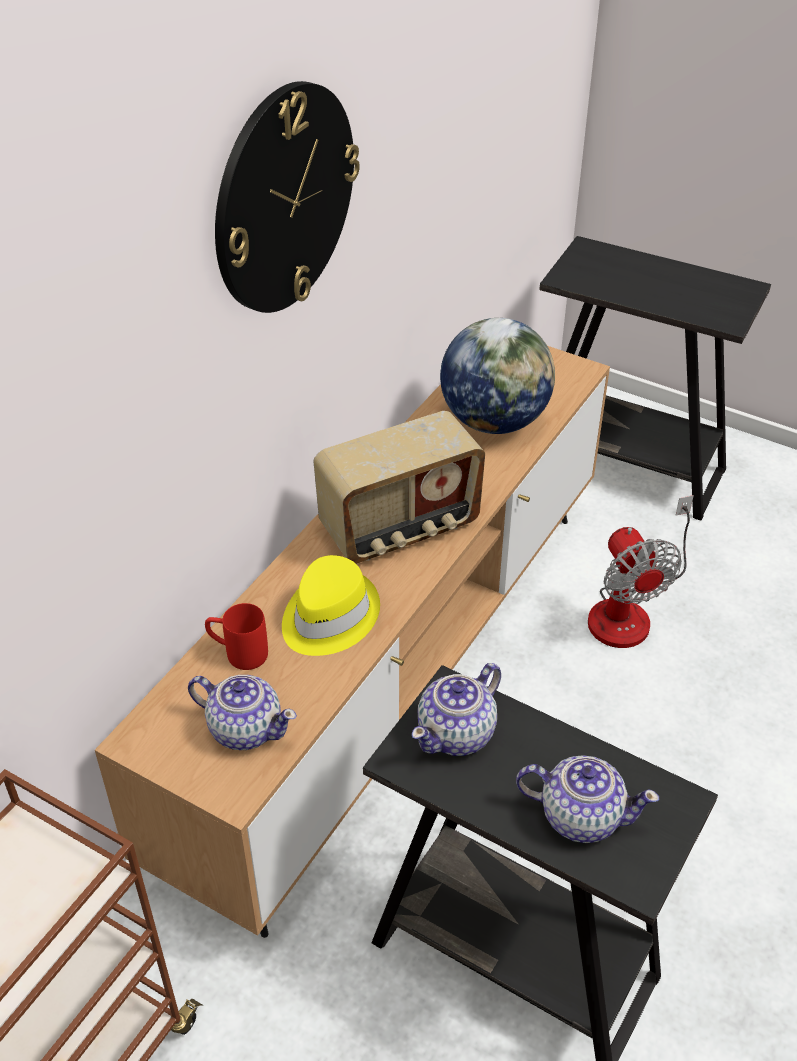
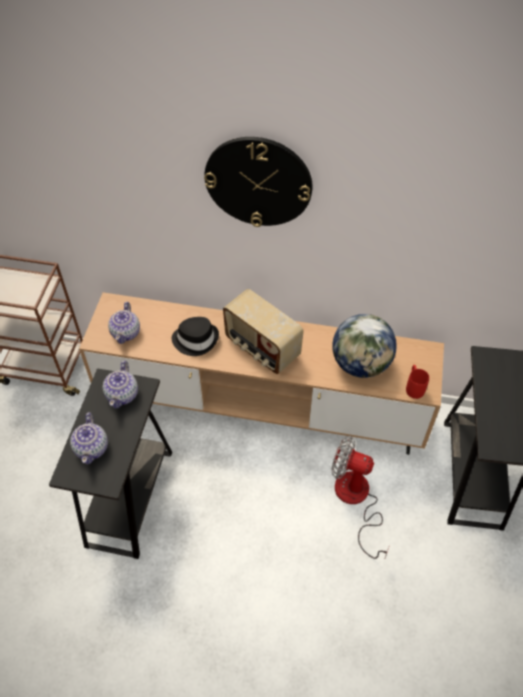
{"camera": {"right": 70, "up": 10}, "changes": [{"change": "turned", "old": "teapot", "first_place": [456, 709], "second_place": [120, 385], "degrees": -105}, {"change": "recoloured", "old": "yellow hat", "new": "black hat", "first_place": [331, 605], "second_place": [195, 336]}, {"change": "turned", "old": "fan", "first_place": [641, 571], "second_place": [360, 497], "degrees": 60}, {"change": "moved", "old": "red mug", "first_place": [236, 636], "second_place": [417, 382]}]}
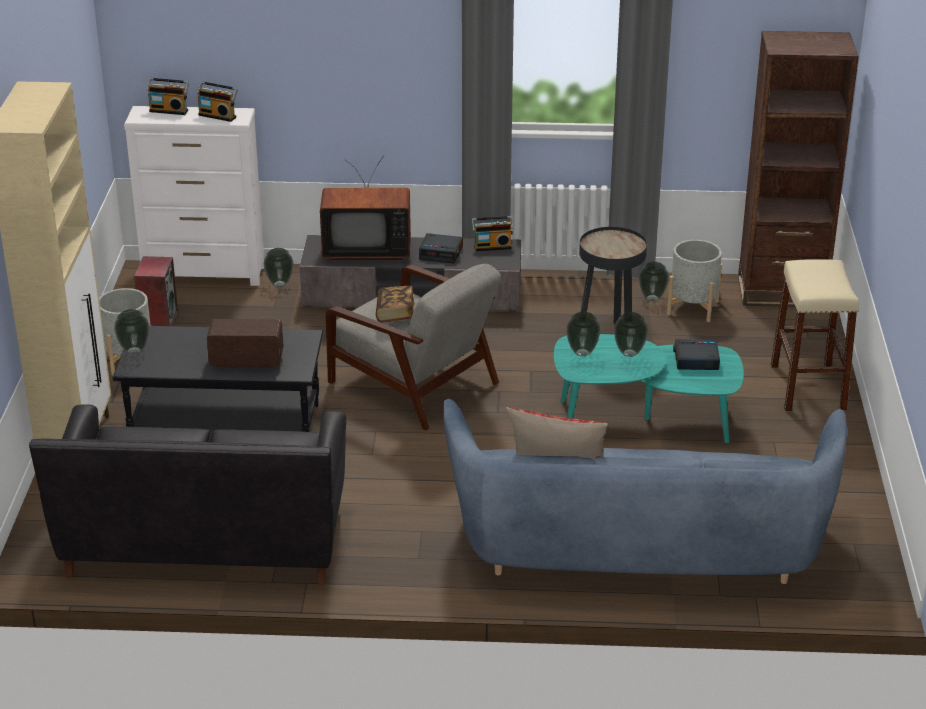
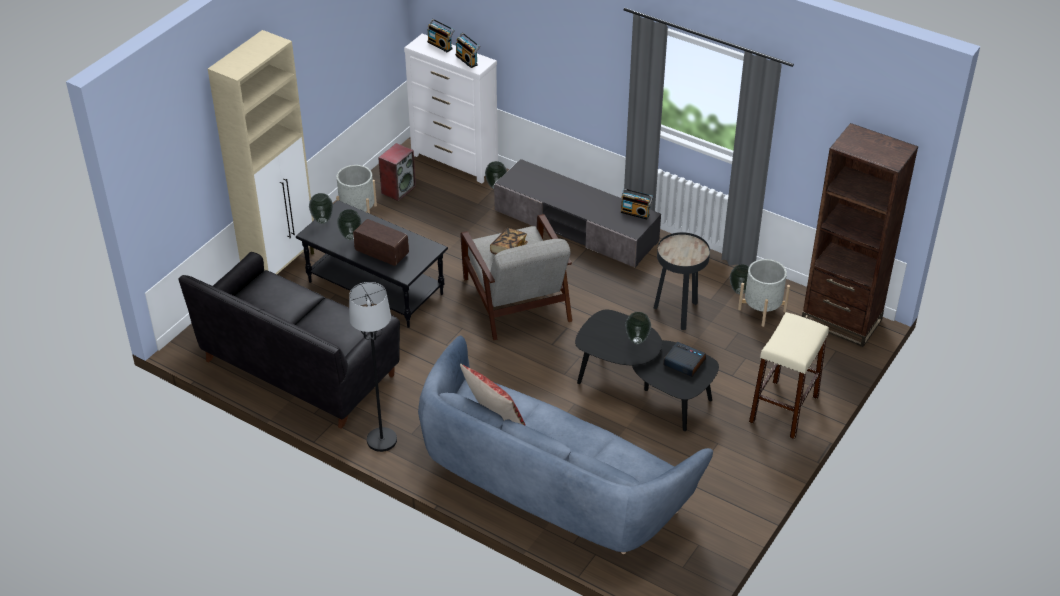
{"camera": {"right": 30, "up": 10}, "changes": [{"change": "moved", "old": "vase", "first_place": [583, 334], "second_place": [349, 224]}, {"change": "added", "new": "black floor lamp", "second_place": [373, 367]}, {"change": "recoloured", "old": "turquoise coffee table", "new": "black coffee table", "first_place": [649, 389], "second_place": [647, 370]}, {"change": "removed", "old": "television", "first_place": [365, 207]}, {"change": "removed", "old": "alarm clock", "first_place": [441, 248]}]}
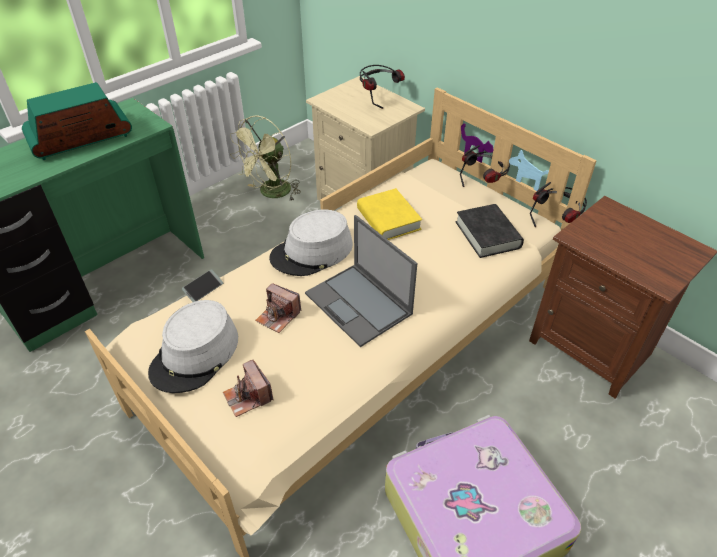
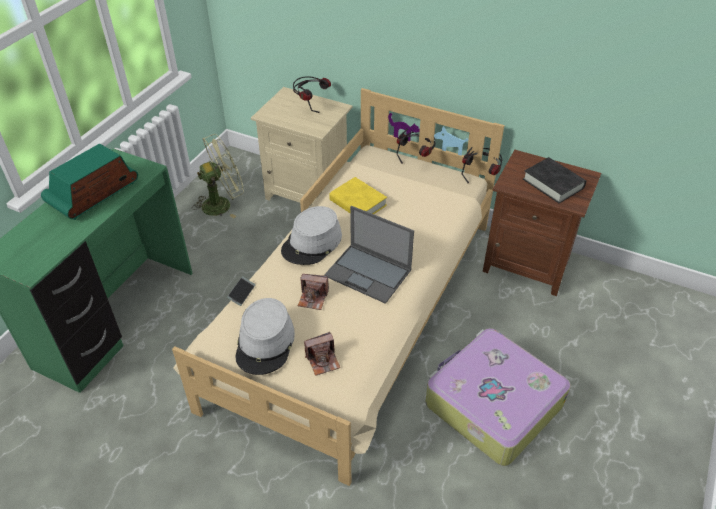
{"camera": {"right": -20, "up": 0}, "changes": [{"change": "turned", "old": "green fan", "first_place": [265, 158], "second_place": [218, 176], "degrees": -135}, {"change": "turned", "old": "photo camera", "first_place": [248, 388], "second_place": [322, 354], "degrees": -60}, {"change": "moved", "old": "black book", "first_place": [490, 231], "second_place": [554, 180]}]}
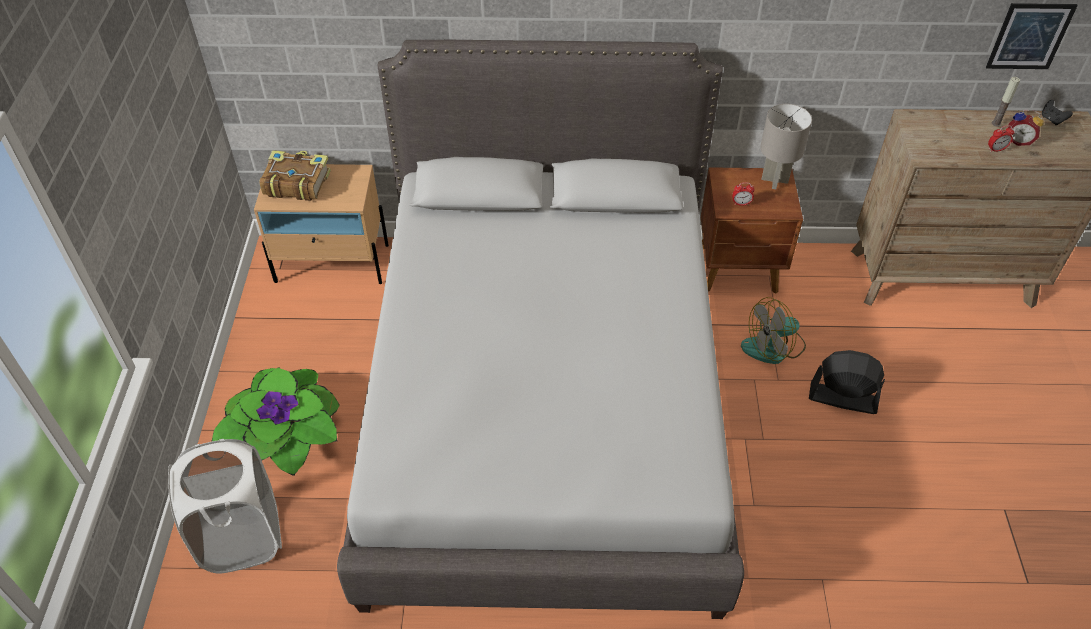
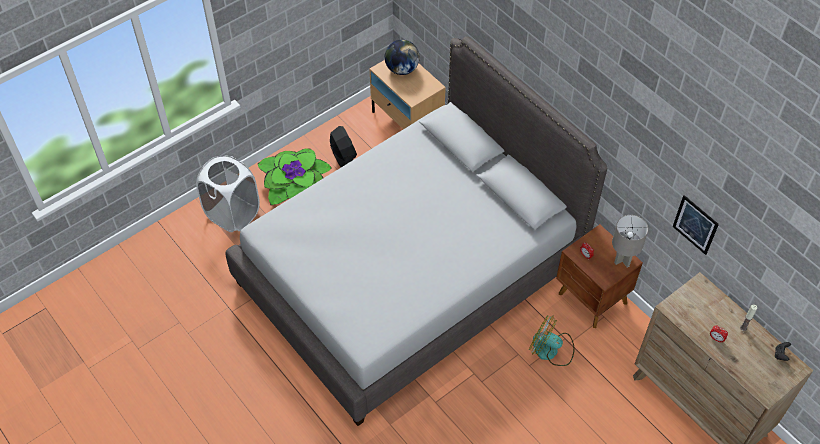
{"camera": {"right": 50, "up": 5}, "changes": [{"change": "moved", "old": "black fan", "first_place": [847, 382], "second_place": [343, 146]}, {"change": "replaced", "old": "book", "new": "globe", "first_place": [295, 175], "second_place": [402, 57]}, {"change": "moved", "old": "picture", "first_place": [1032, 36], "second_place": [695, 225]}, {"change": "removed", "old": "alarm clock", "first_place": [1026, 128]}]}
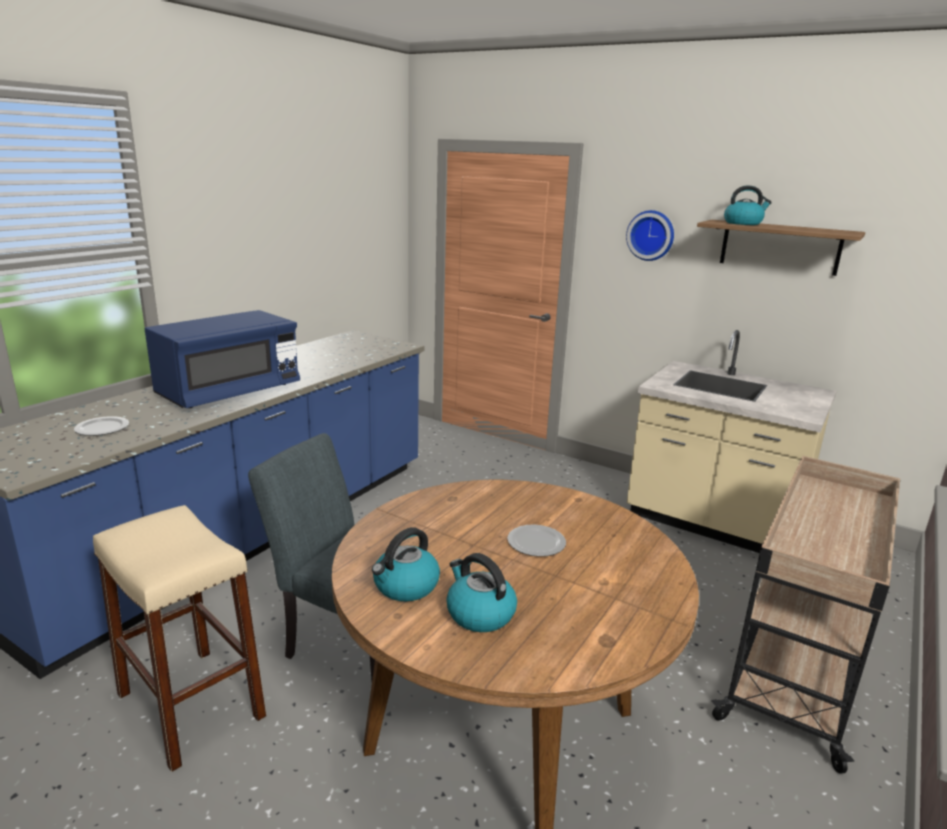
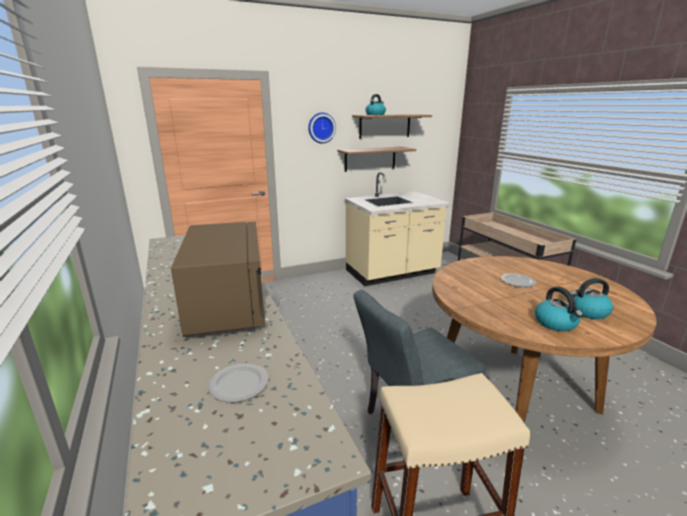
{"camera": {"right": -55, "up": 0}, "changes": [{"change": "recoloured", "old": "blue microwave", "new": "brown microwave", "first_place": [222, 359], "second_place": [218, 279]}, {"change": "added", "new": "shelf", "second_place": [376, 159]}]}
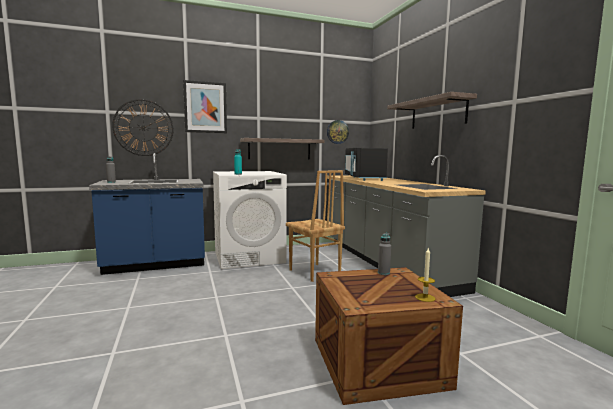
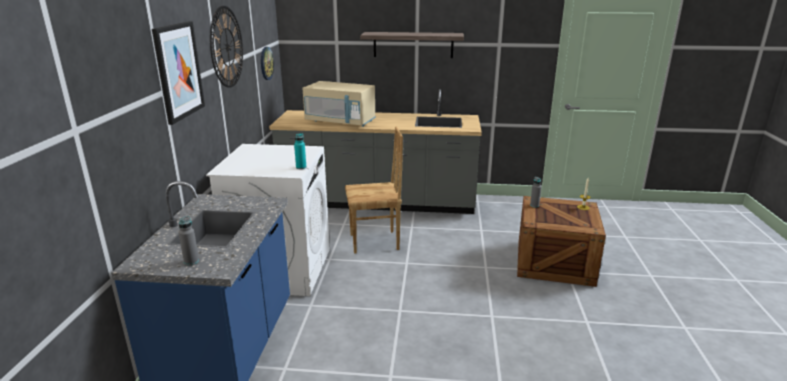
{"camera": {"right": -65, "up": 15}, "changes": [{"change": "moved", "old": "wall clock", "first_place": [142, 127], "second_place": [226, 47]}, {"change": "recoloured", "old": "black microwave", "new": "beige microwave", "first_place": [366, 164], "second_place": [339, 104]}, {"change": "removed", "old": "shelf", "first_place": [282, 148]}]}
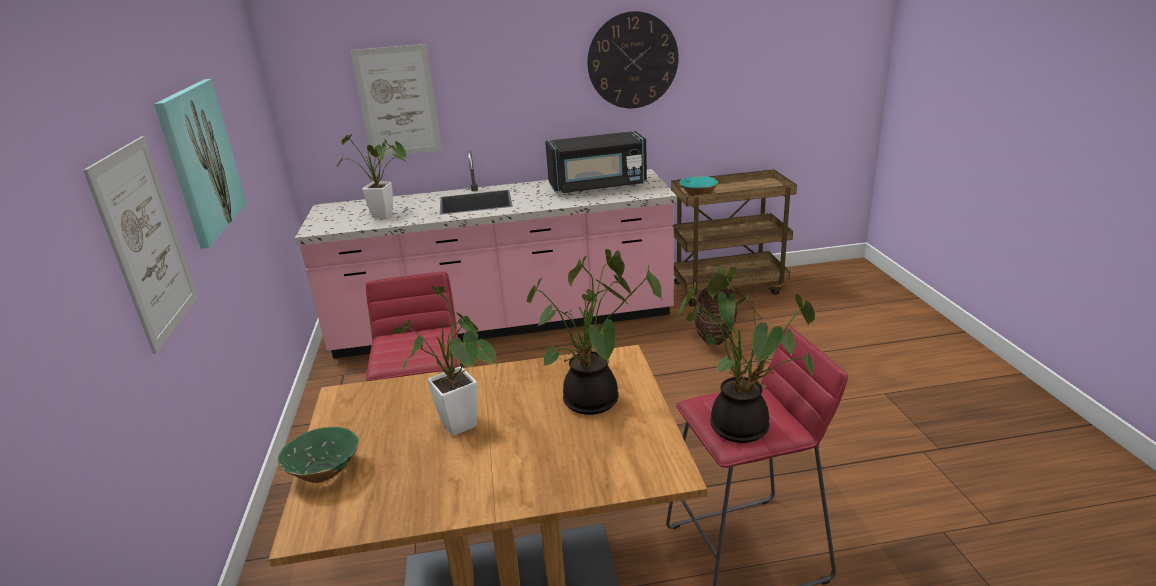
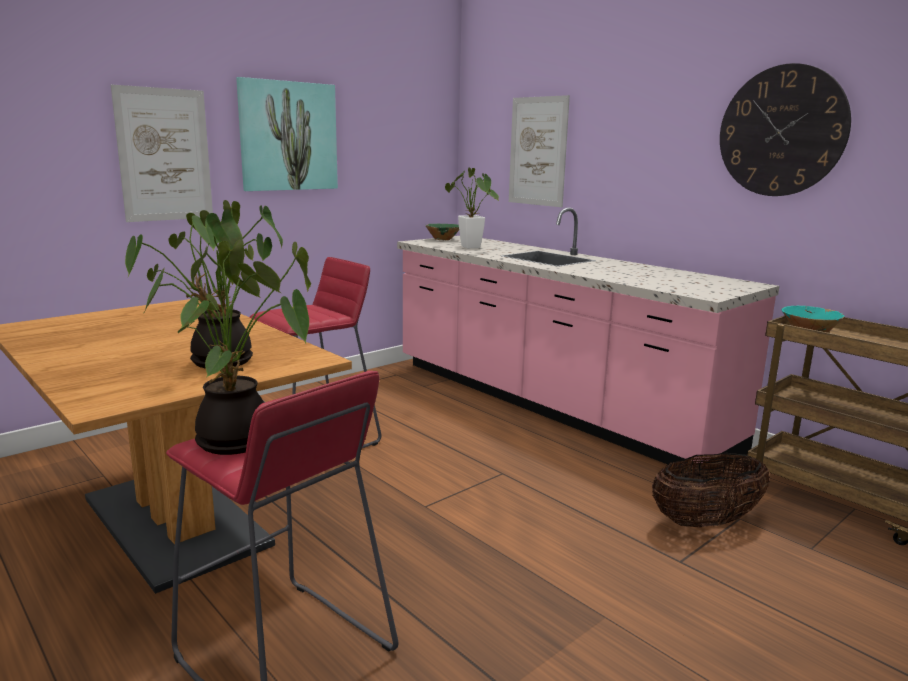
{"camera": {"right": 55, "up": -10}, "changes": [{"change": "moved", "old": "green bowl", "first_place": [318, 455], "second_place": [442, 232]}, {"change": "removed", "old": "potted plant", "first_place": [445, 361]}, {"change": "removed", "old": "black microwave", "first_place": [596, 162]}]}
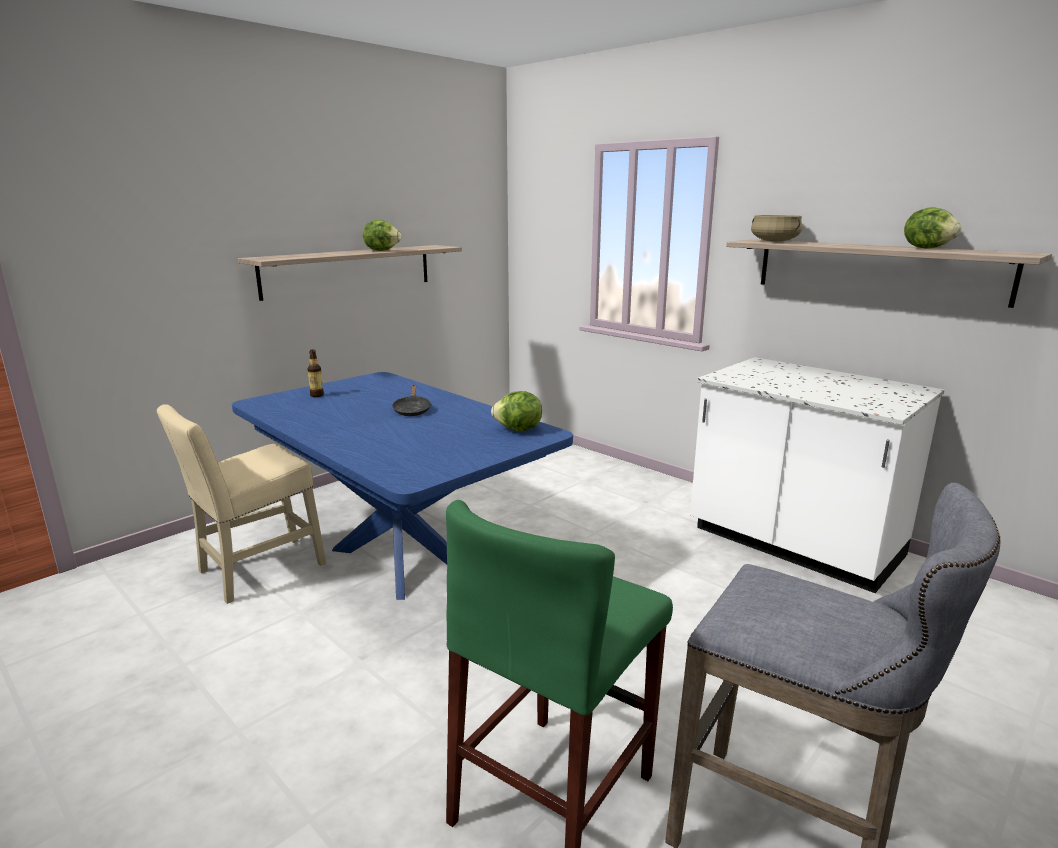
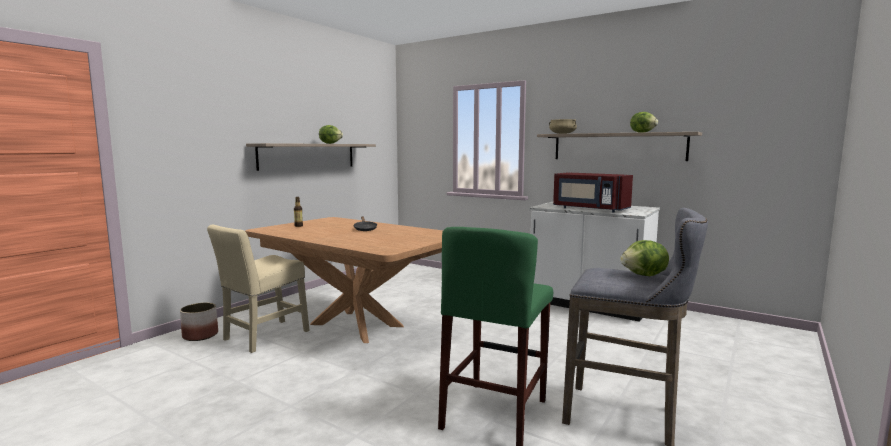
{"camera": {"right": -10, "up": -10}, "changes": [{"change": "added", "new": "planter", "second_place": [199, 322]}, {"change": "recoloured", "old": "blue dining table", "new": "brown dining table", "first_place": [402, 486], "second_place": [344, 280]}, {"change": "added", "new": "red microwave", "second_place": [593, 193]}, {"change": "moved", "old": "lettuce", "first_place": [516, 411], "second_place": [644, 258]}]}
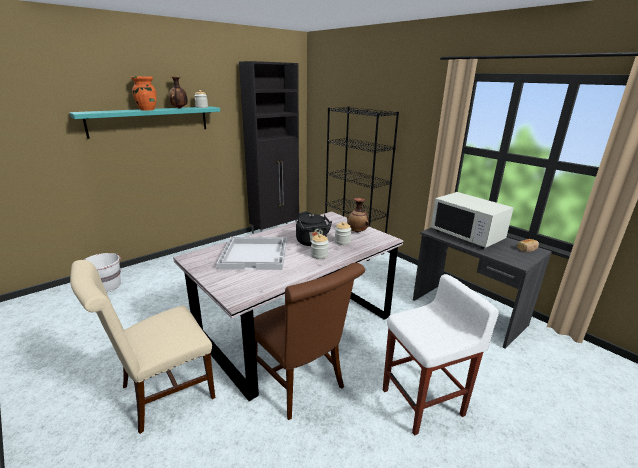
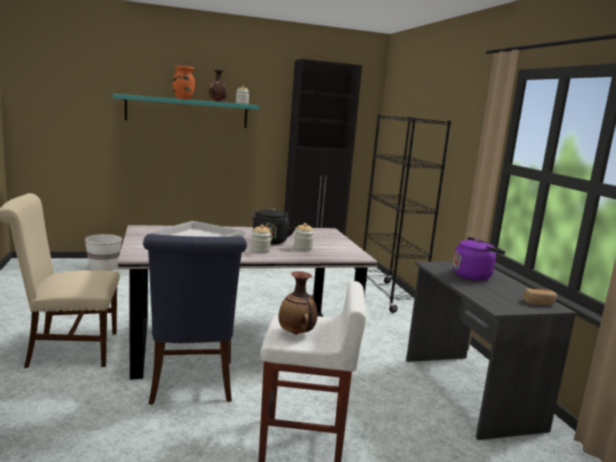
{"camera": {"right": 25, "up": -10}, "changes": [{"change": "recoloured", "old": "brown chair", "new": "blue chair", "first_place": [309, 341], "second_place": [195, 319]}, {"change": "moved", "old": "vase", "first_place": [358, 215], "second_place": [298, 303]}, {"change": "replaced", "old": "white microwave", "new": "purple kettle", "first_place": [472, 220], "second_place": [479, 259]}]}
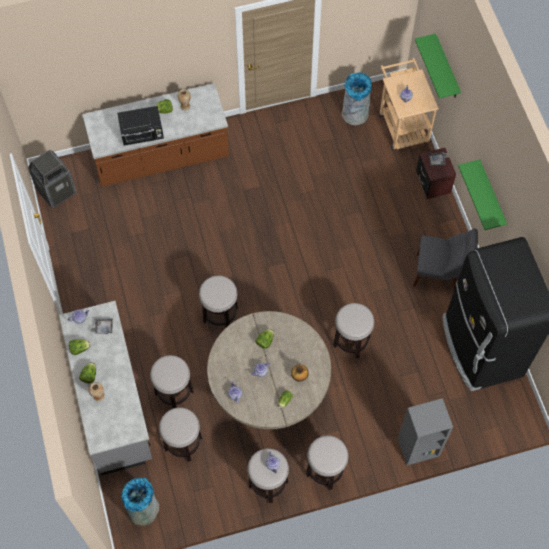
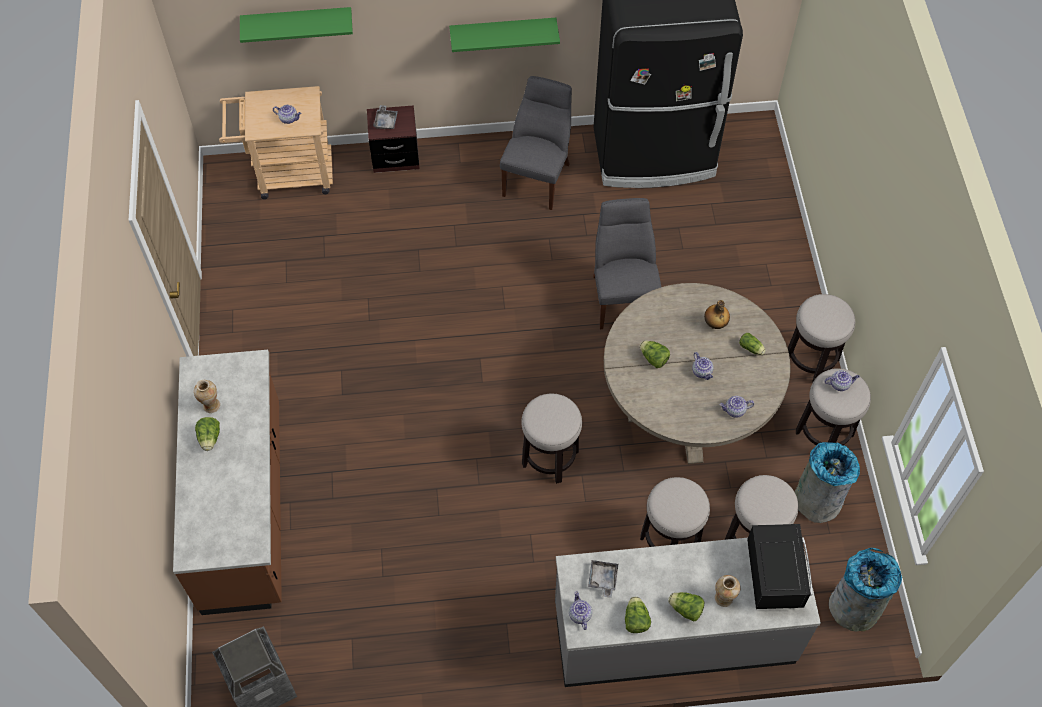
{"camera": {"right": -80, "up": -5}, "changes": [{"change": "replaced", "old": "stool", "new": "grey chair", "first_place": [353, 331], "second_place": [627, 263]}, {"change": "moved", "old": "black microwave", "first_place": [140, 126], "second_place": [779, 566]}, {"change": "moved", "old": "grey trash can", "first_place": [357, 98], "second_place": [827, 482]}, {"change": "removed", "old": "grey bookcase", "first_place": [425, 432]}]}
